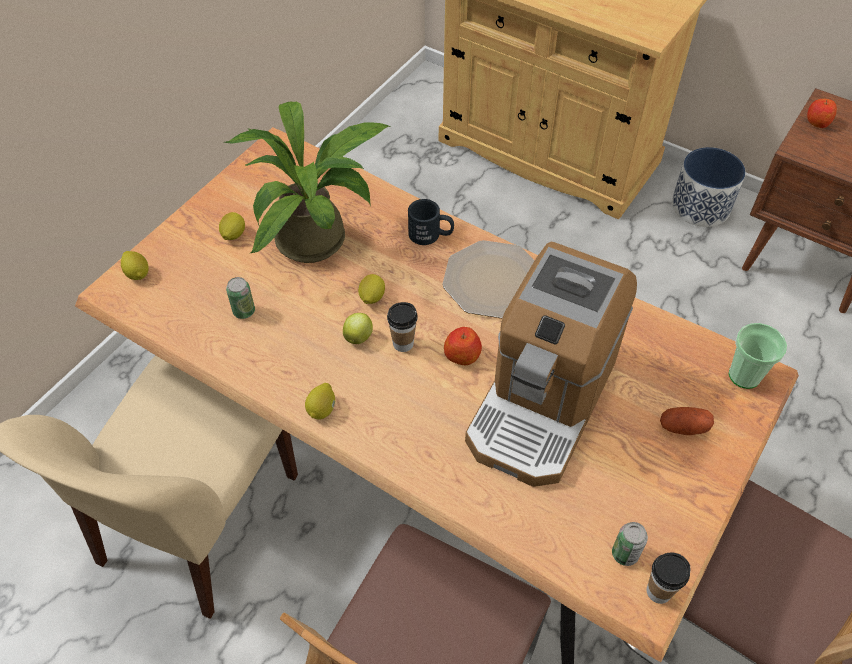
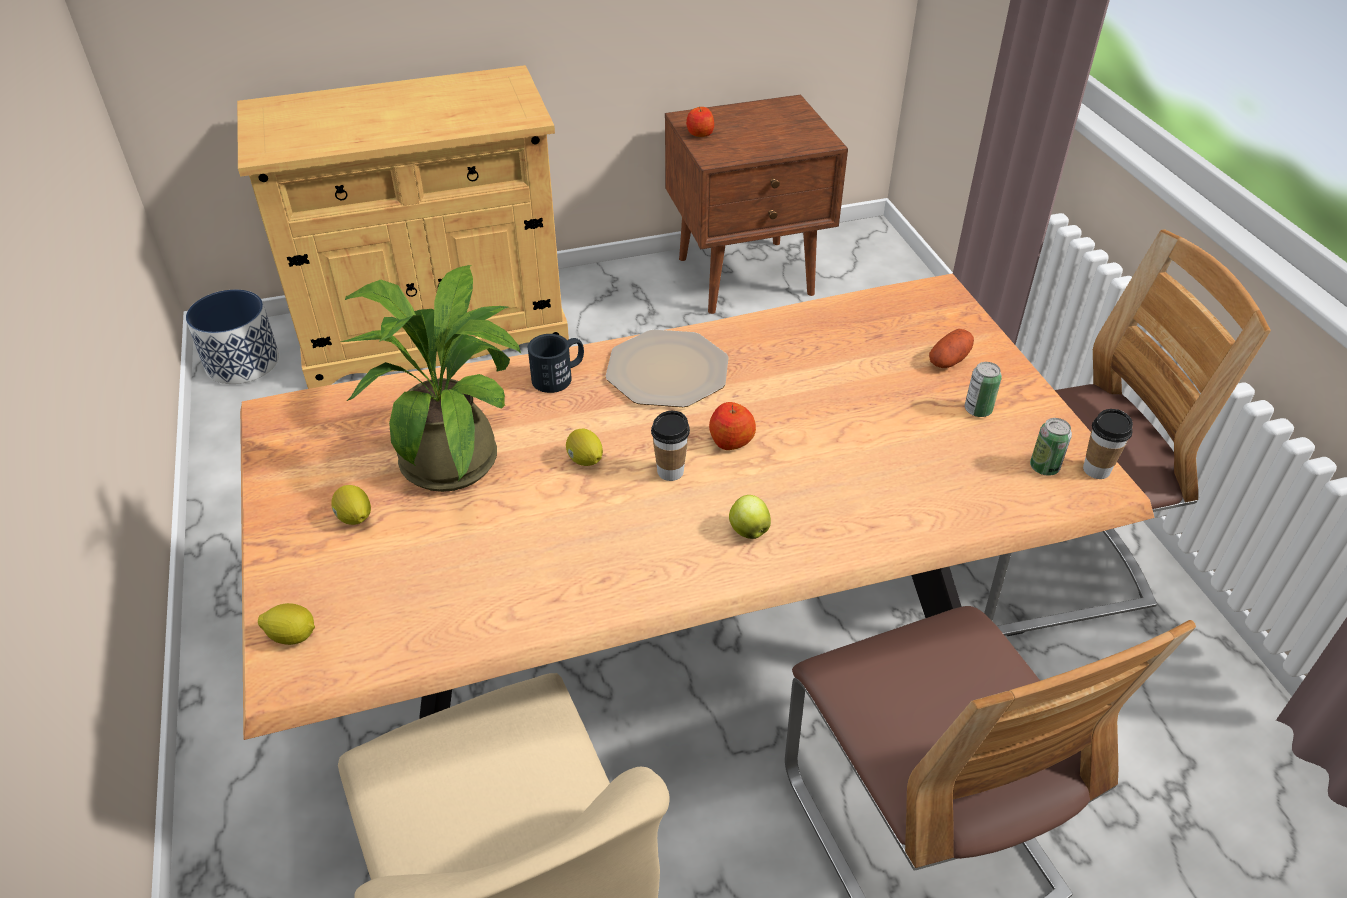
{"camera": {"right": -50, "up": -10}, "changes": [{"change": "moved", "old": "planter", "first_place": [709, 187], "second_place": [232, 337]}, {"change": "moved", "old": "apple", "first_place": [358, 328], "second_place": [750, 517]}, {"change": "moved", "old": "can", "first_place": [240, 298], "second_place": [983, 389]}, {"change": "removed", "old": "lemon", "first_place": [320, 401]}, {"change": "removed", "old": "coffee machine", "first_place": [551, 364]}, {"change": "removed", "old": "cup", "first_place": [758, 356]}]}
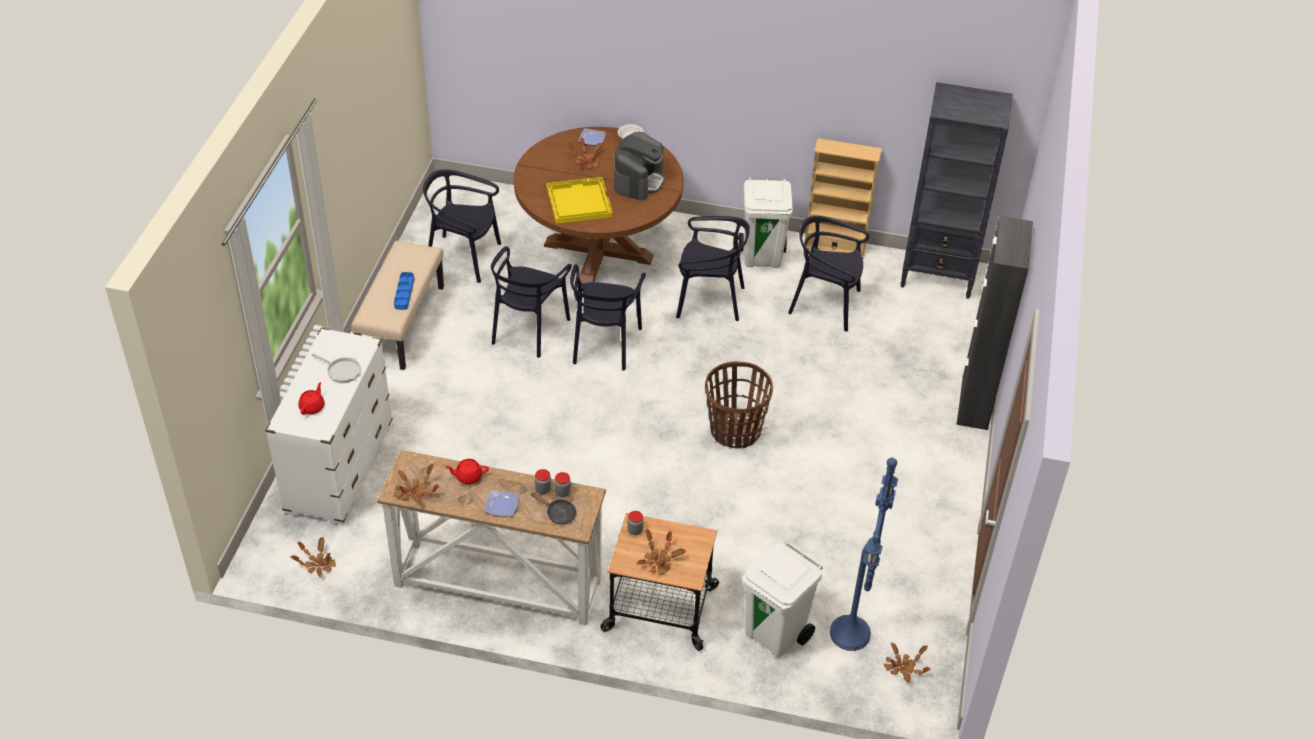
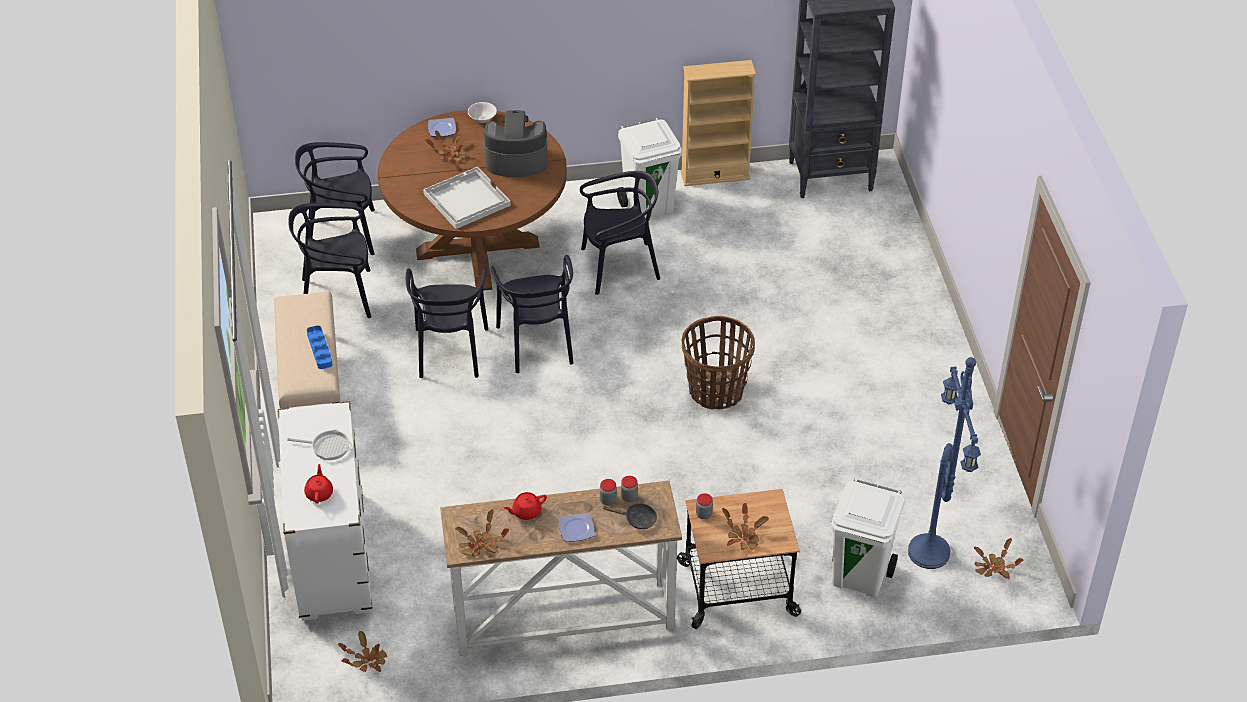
{"camera": {"right": -20, "up": 0}, "changes": [{"change": "moved", "old": "black chair", "first_place": [828, 274], "second_place": [335, 198]}, {"change": "recoloured", "old": "yellow tray", "new": "white tray", "first_place": [579, 200], "second_place": [467, 198]}, {"change": "turned", "old": "coffee machine", "first_place": [639, 166], "second_place": [516, 143], "degrees": -90}, {"change": "removed", "old": "black cabinet", "first_place": [994, 323]}]}
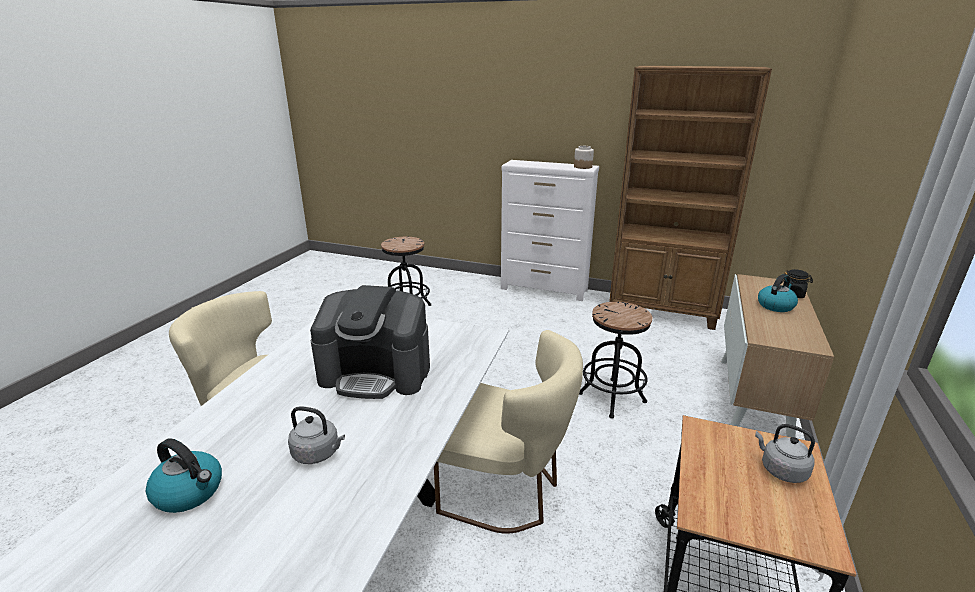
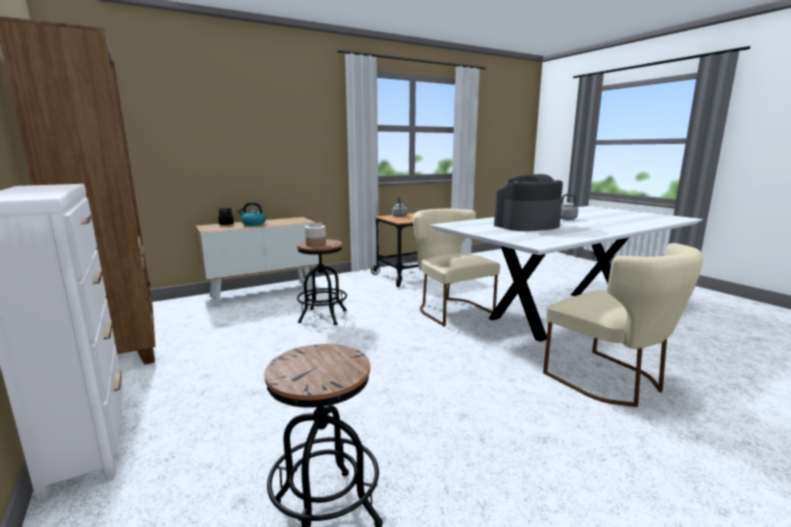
{"camera": {"right": -140, "up": -10}, "changes": [{"change": "moved", "old": "jar", "first_place": [584, 157], "second_place": [315, 234]}, {"change": "turned", "old": "coffee machine", "first_place": [370, 342], "second_place": [528, 202], "degrees": -75}, {"change": "removed", "old": "kettle", "first_place": [184, 475]}]}
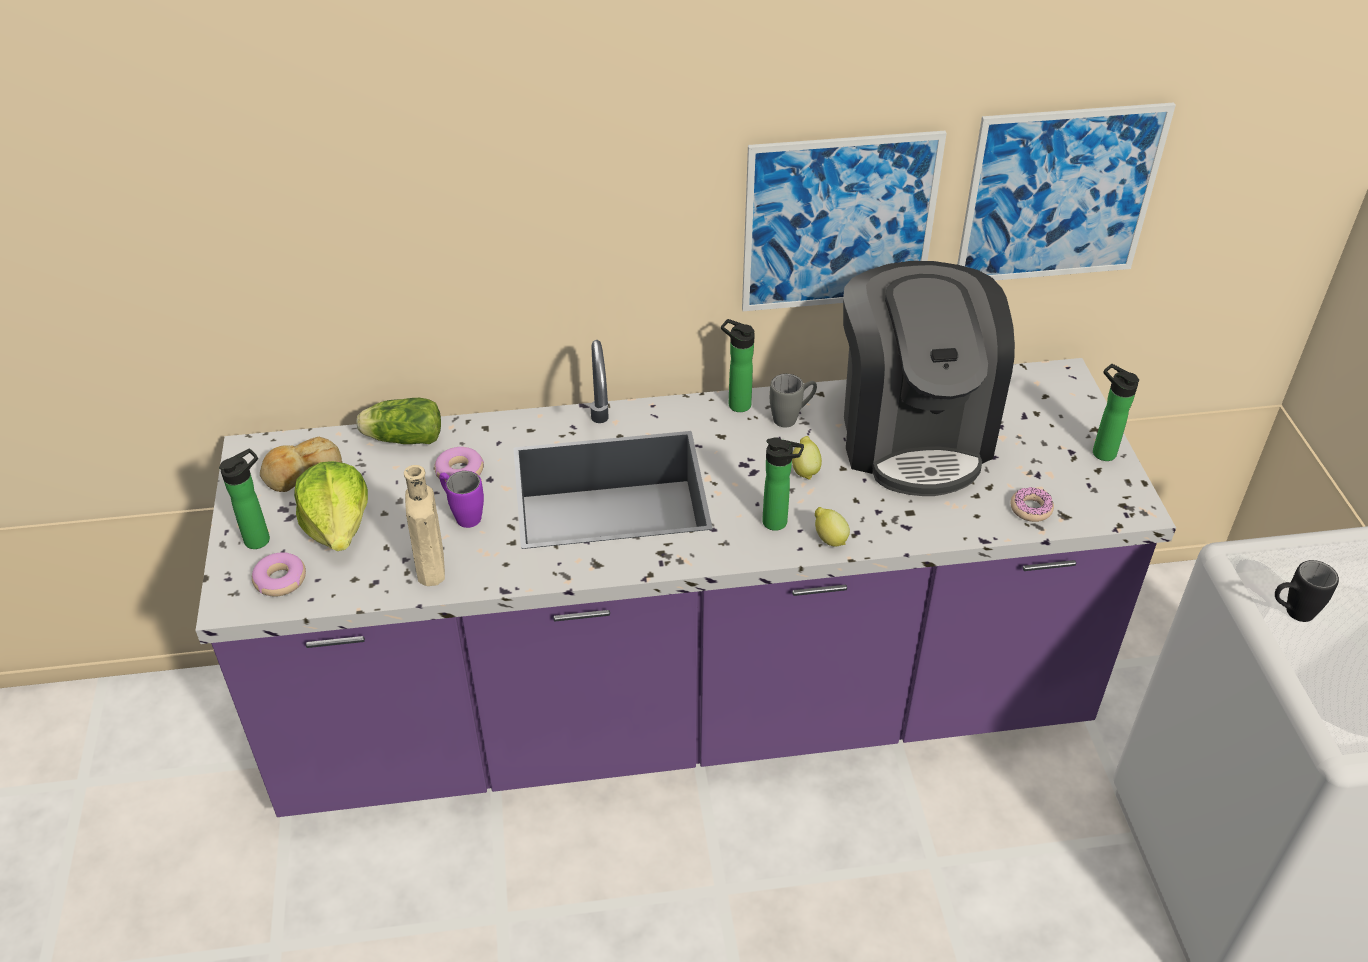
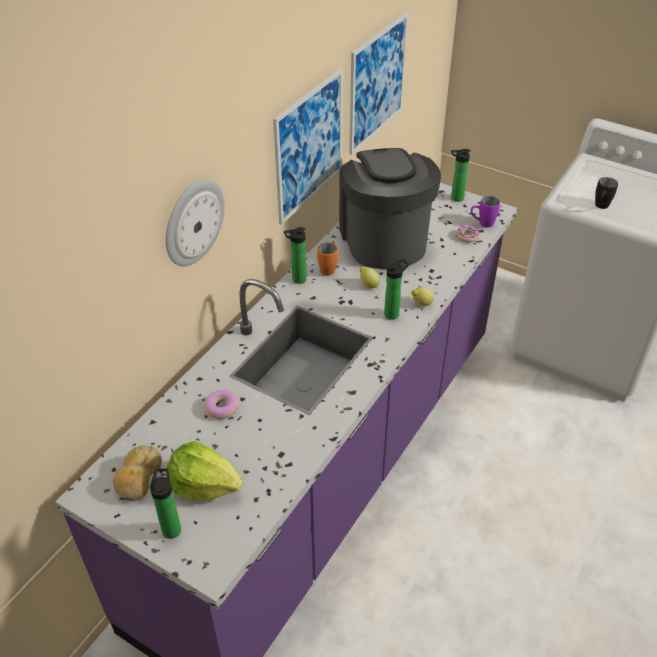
{"camera": {"right": -50, "up": 0}, "changes": [{"change": "added", "new": "wall clock", "second_place": [195, 223]}, {"change": "recoloured", "old": "grey mug", "new": "orange mug", "first_place": [793, 400], "second_place": [327, 258]}, {"change": "turned", "old": "coffee machine", "first_place": [929, 378], "second_place": [390, 208], "degrees": -135}, {"change": "moved", "old": "purple mug", "first_place": [461, 499], "second_place": [485, 212]}, {"change": "removed", "old": "donut", "first_place": [279, 574]}, {"change": "removed", "old": "lettuce", "first_place": [399, 421]}, {"change": "removed", "old": "beige bottle", "first_place": [424, 525]}]}
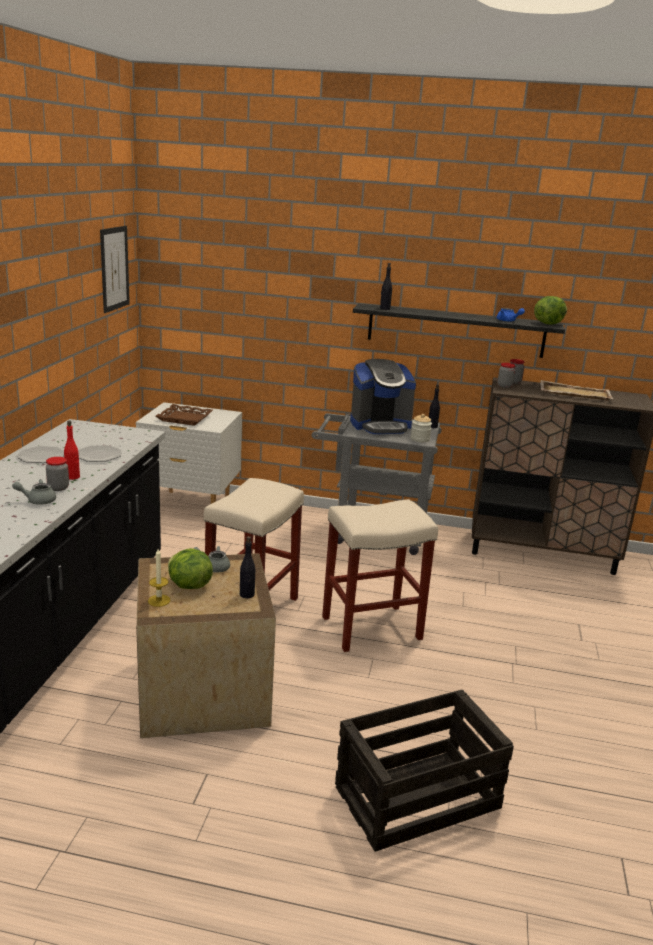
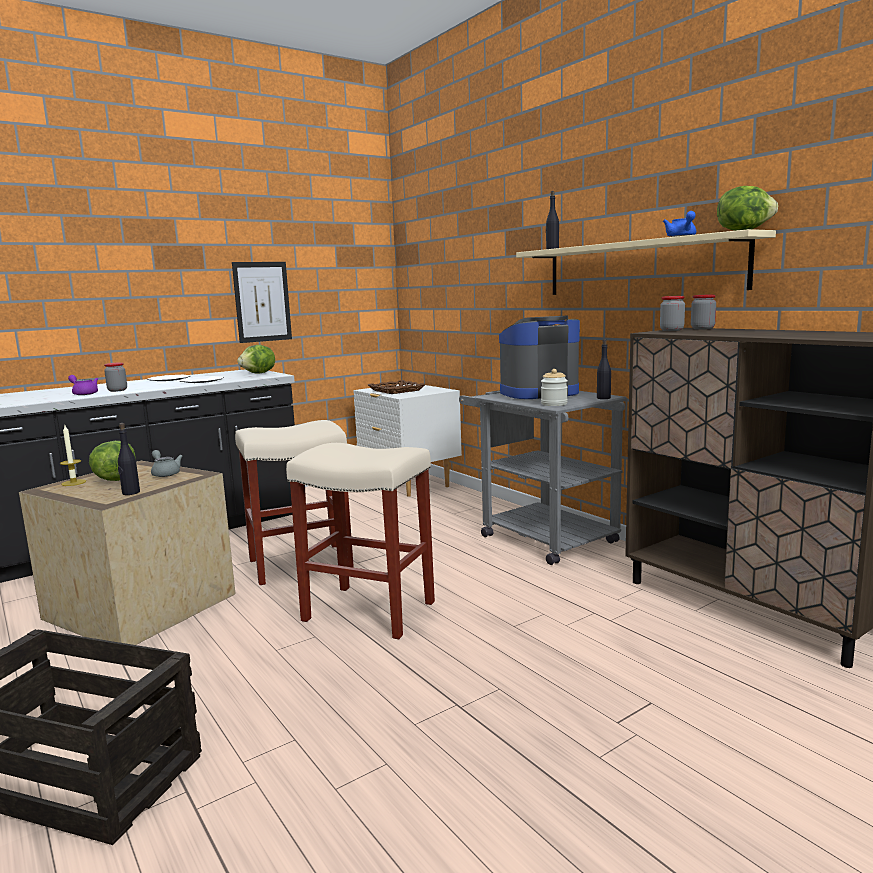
{"camera": {"right": 45, "up": -10}, "changes": [{"change": "recoloured", "old": "grey teapot", "new": "purple teapot", "first_place": [34, 492], "second_place": [83, 385]}, {"change": "moved", "old": "picture", "first_place": [115, 269], "second_place": [262, 302]}, {"change": "added", "new": "lettuce", "second_place": [256, 359]}, {"change": "turned", "old": "coffee machine", "first_place": [383, 396], "second_place": [539, 357], "degrees": 135}, {"change": "recoloured", "old": "black shelf", "new": "beige shelf", "first_place": [459, 331], "second_place": [646, 262]}, {"change": "removed", "old": "red bottle", "first_place": [72, 450]}, {"change": "removed", "old": "beige tray", "first_place": [576, 390]}]}
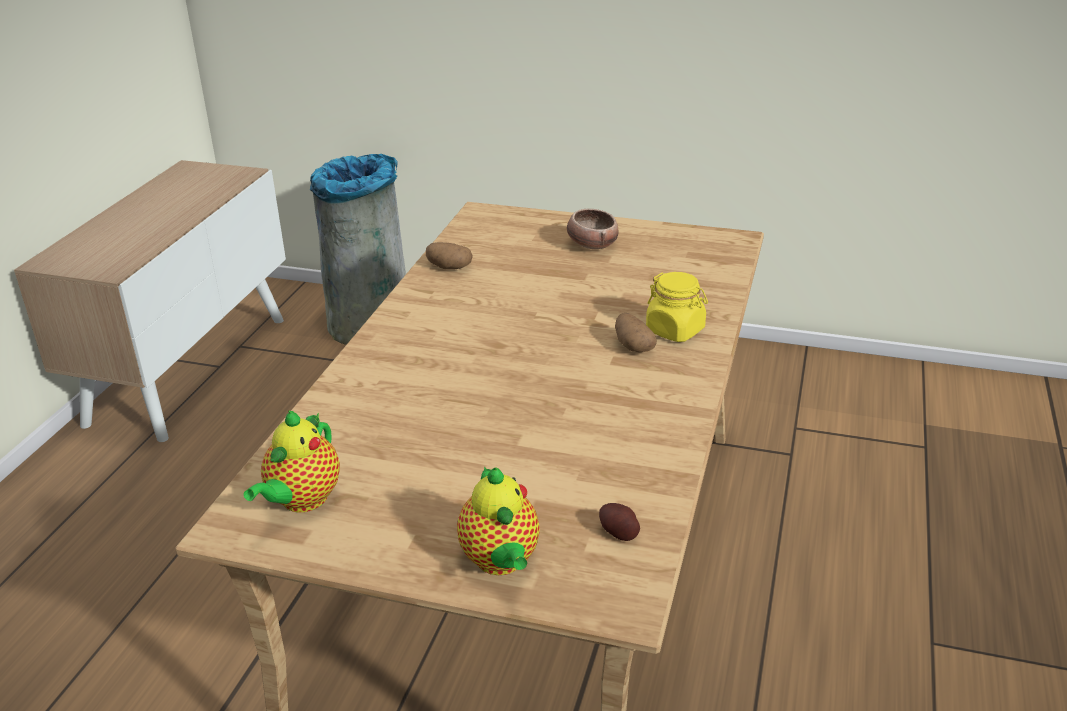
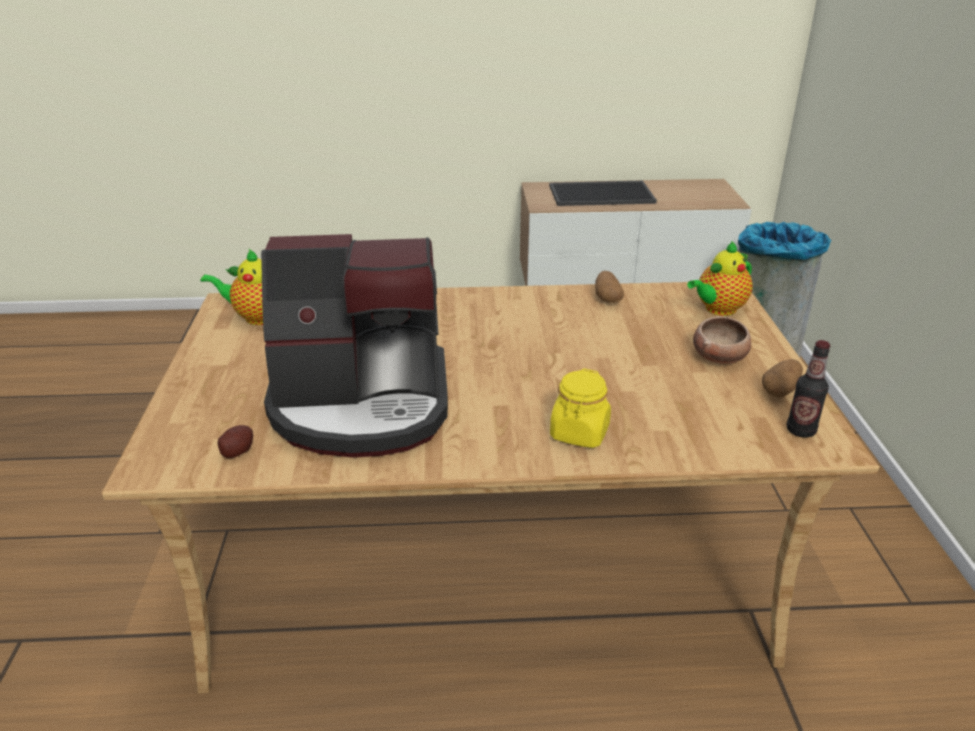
{"camera": {"right": 70, "up": 0}, "changes": [{"change": "added", "new": "coffee machine", "second_place": [354, 346]}, {"change": "added", "new": "tray", "second_place": [603, 193]}, {"change": "moved", "old": "teapot", "first_place": [498, 520], "second_place": [720, 278]}, {"change": "moved", "old": "potato", "first_place": [636, 332], "second_place": [782, 378]}, {"change": "added", "new": "bottle", "second_place": [808, 389]}]}
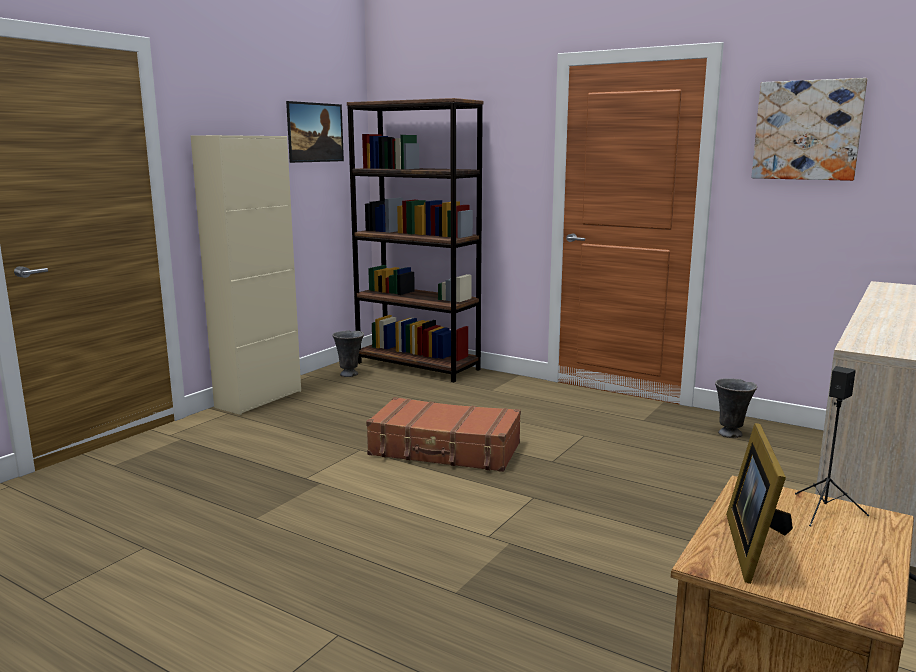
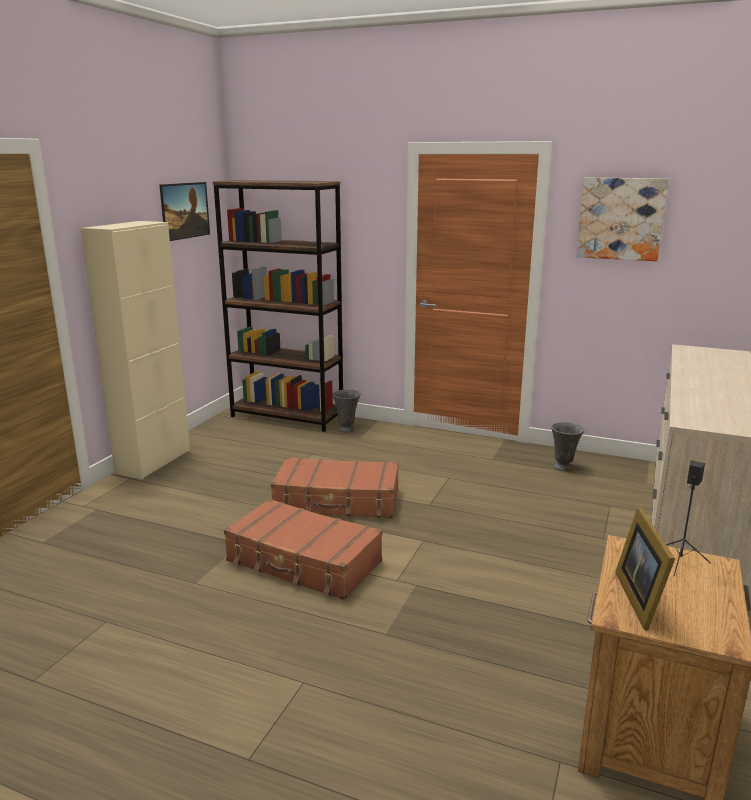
{"camera": {"right": -10, "up": 5}, "changes": [{"change": "added", "new": "brown suitcase", "second_place": [303, 549]}, {"change": "moved", "old": "grey vase", "first_place": [348, 353], "second_place": [346, 411]}]}
